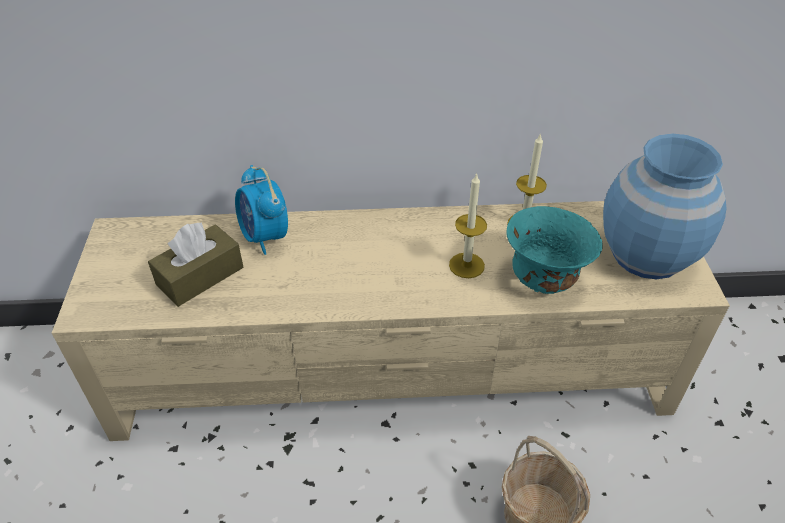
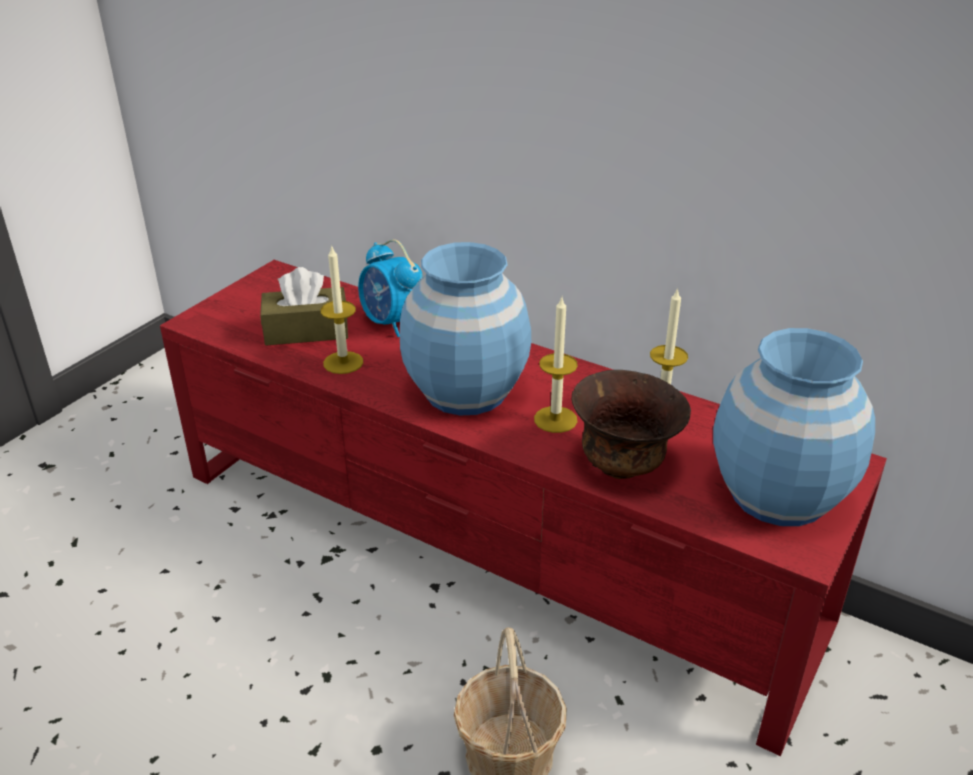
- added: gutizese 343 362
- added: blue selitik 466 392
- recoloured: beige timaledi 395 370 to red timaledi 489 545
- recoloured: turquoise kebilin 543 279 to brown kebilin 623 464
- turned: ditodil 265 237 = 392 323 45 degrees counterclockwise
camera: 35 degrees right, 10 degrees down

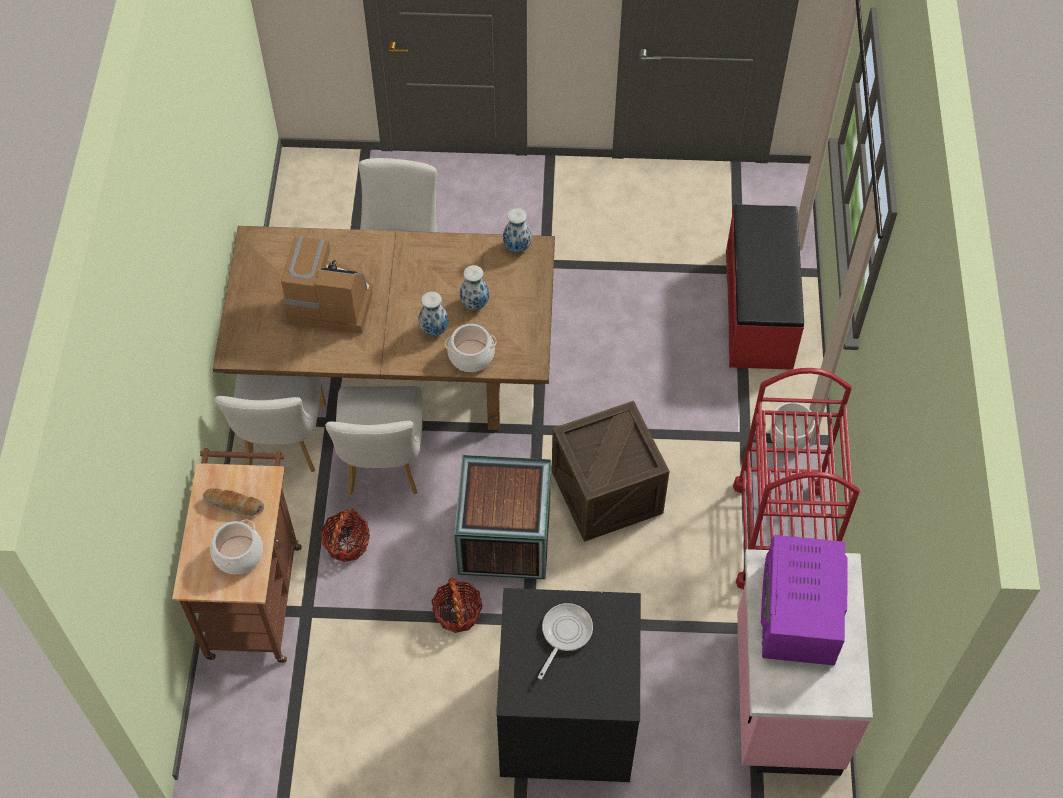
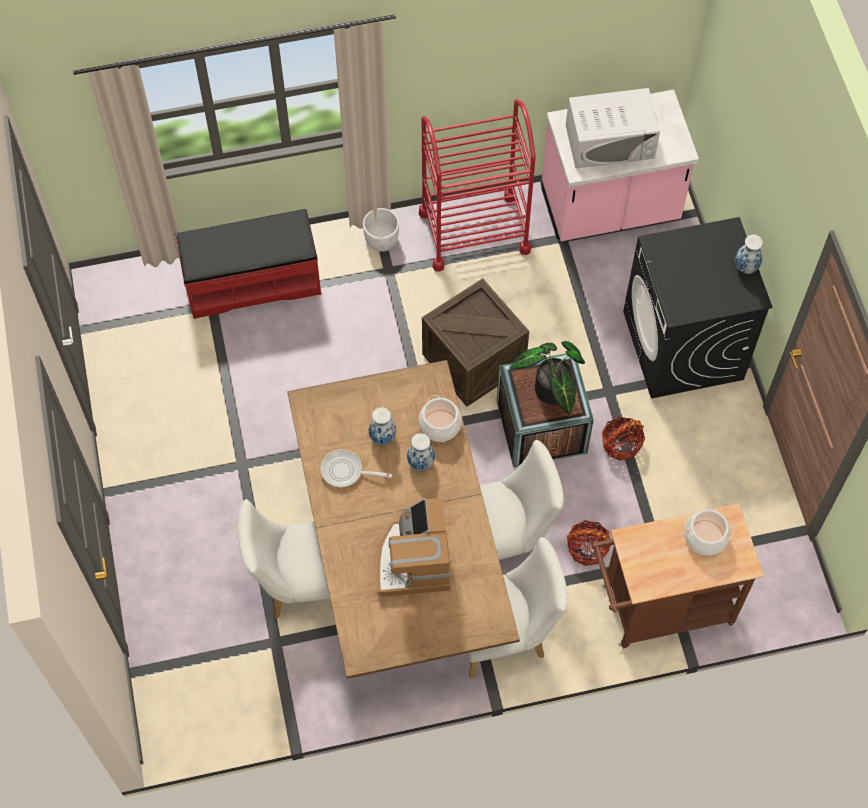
- removed: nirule 234 505
- added: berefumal 551 393
- moved: selitik 517 246 to 745 267
- moved: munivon 564 634 to 345 471
- recoloured: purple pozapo 799 613 to white pozapo 610 142
camera: 105 degrees left, 5 degrees up

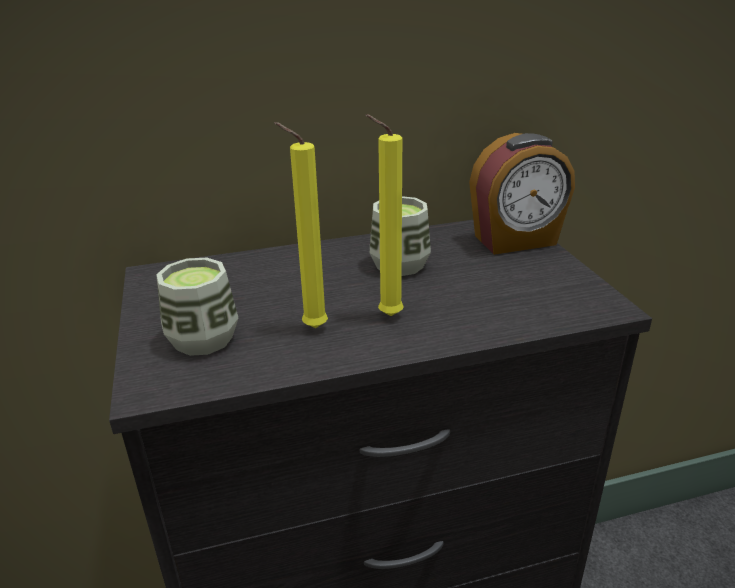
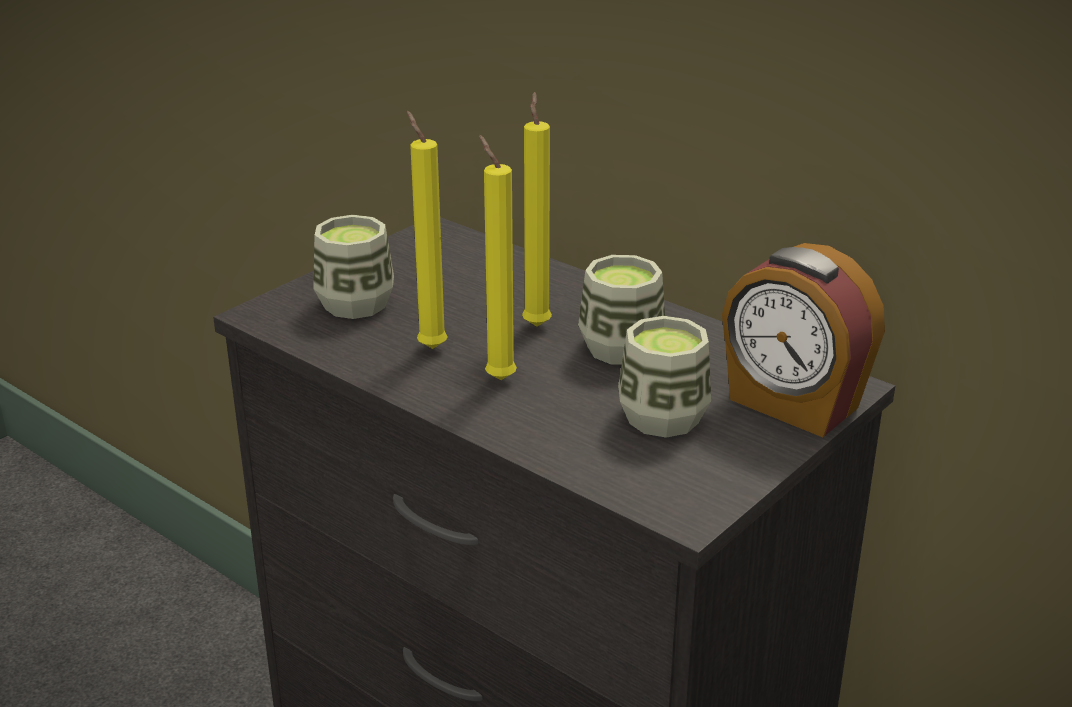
- added: yellow gutizese 536 324
- added: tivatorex 662 417
camera: 55 degrees right, 0 degrees up

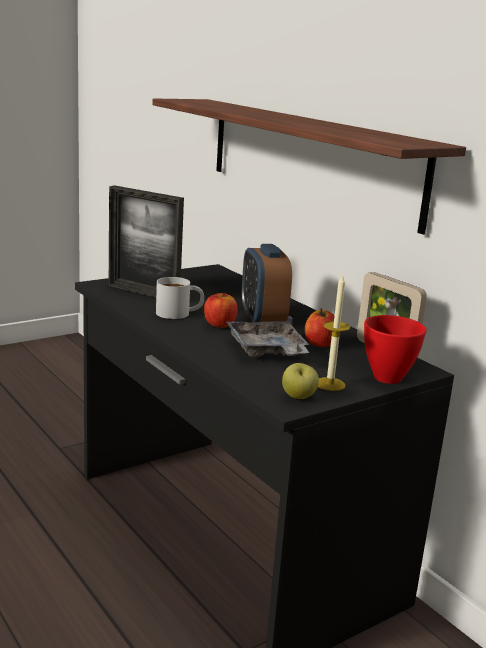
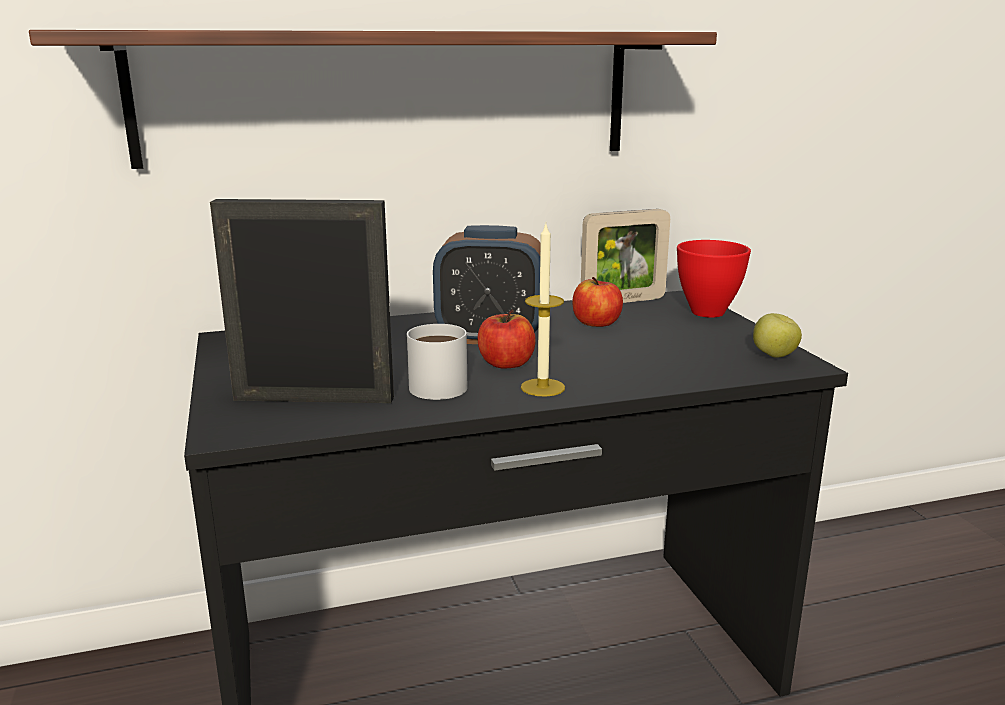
- removed: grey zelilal 267 351
- moved: gutizese 330 384 to 542 387
- turned: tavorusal 143 293 = 314 398 135 degrees counterclockwise
camera: 70 degrees left, 0 degrees up

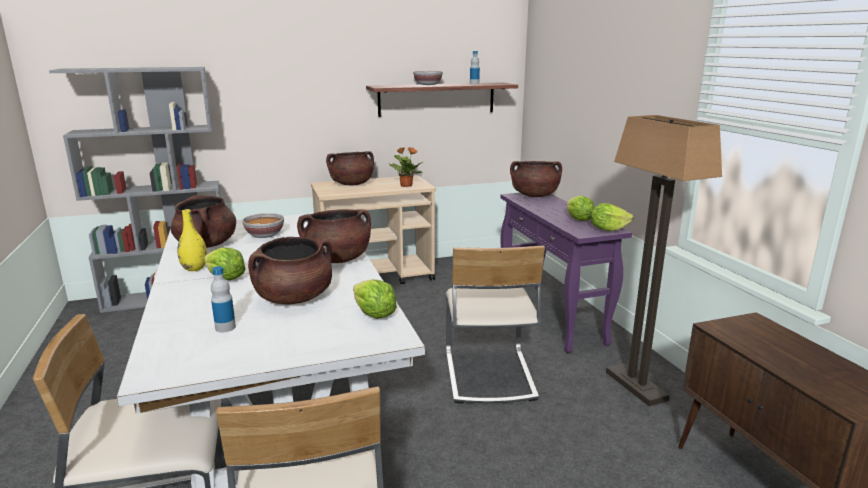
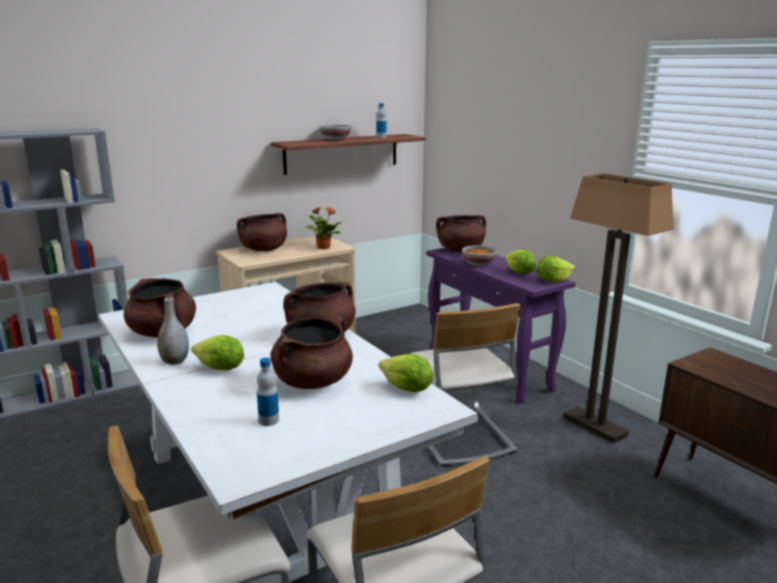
- moved: kebilin 265 235 to 478 264
- recoloured: yellow selitik 194 268 to grey selitik 175 361
camera: 15 degrees left, 0 degrees up

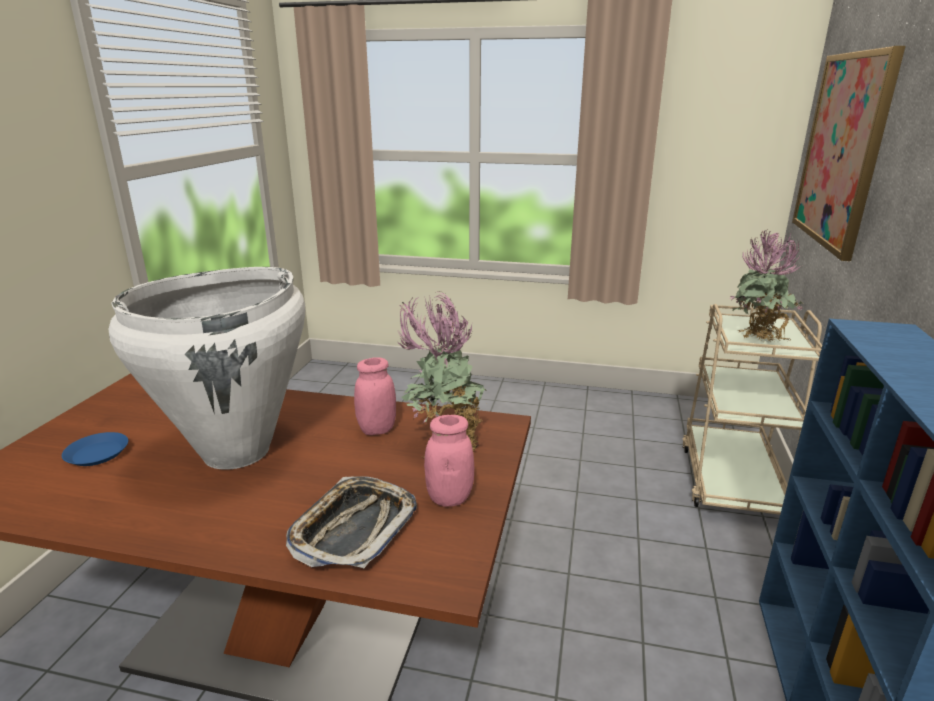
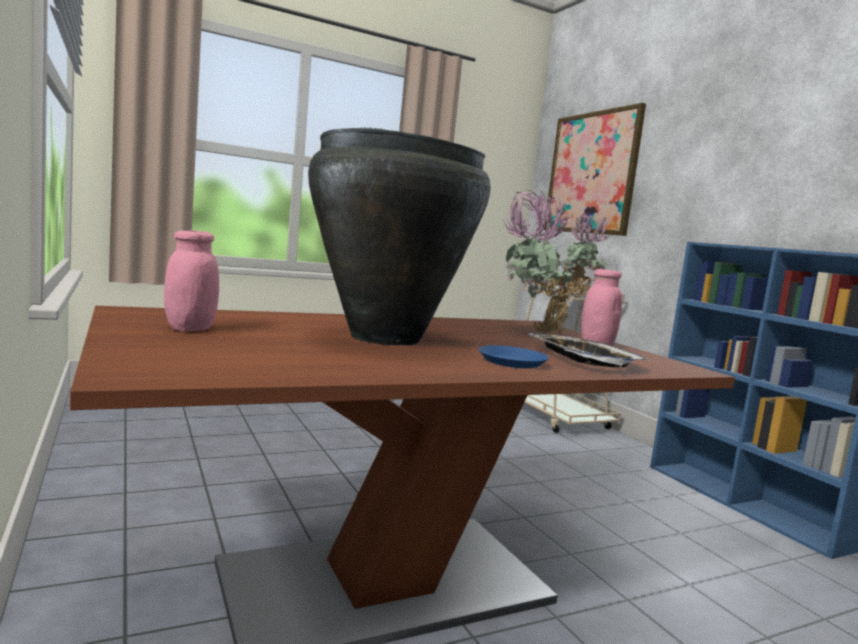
- moved: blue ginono 97 454 to 512 362
- moved: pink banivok 377 429 to 190 329
- recoloured: white selitik 236 452 to black selitik 385 338
camera: 40 degrees left, 15 degrees down

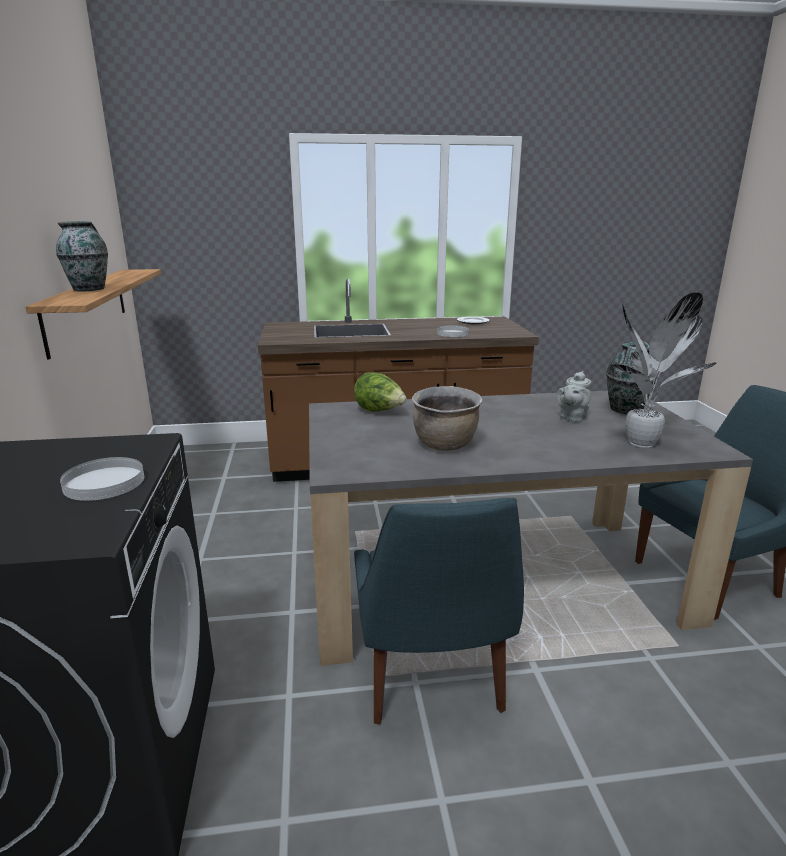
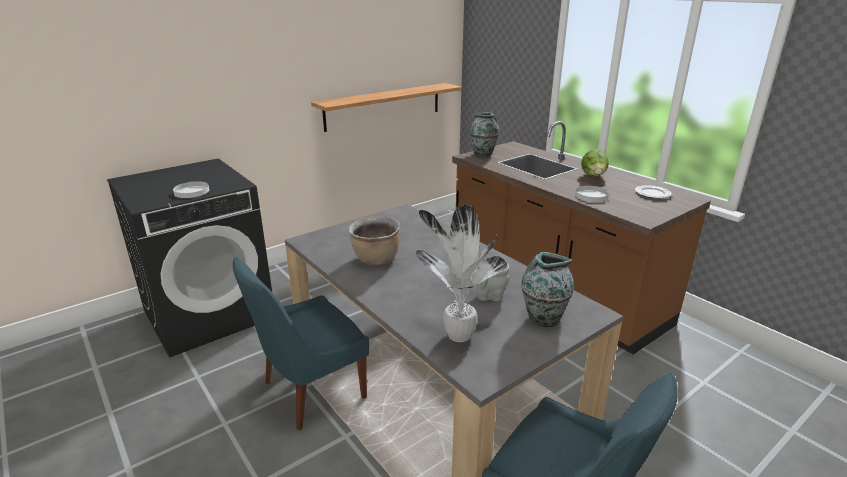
- moved: selitik 89 289 to 483 154
- moved: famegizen 379 411 to 593 177
camera: 60 degrees right, 5 degrees up

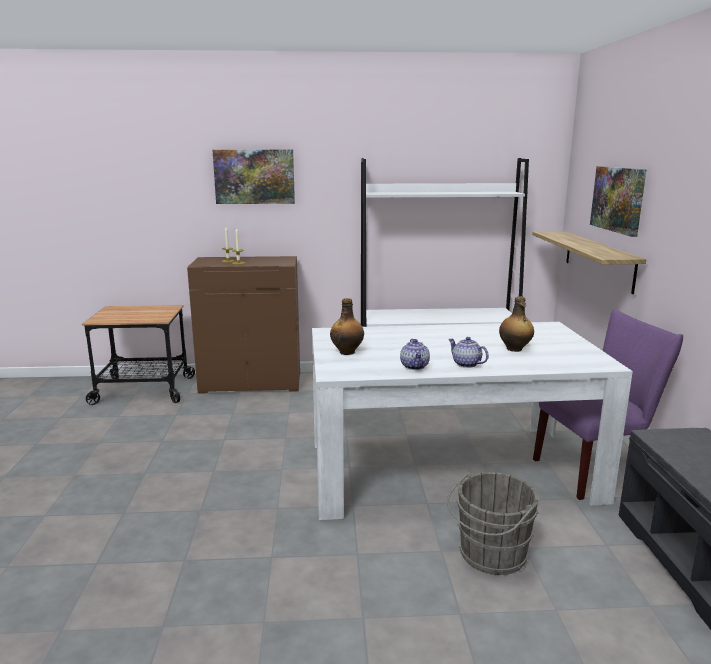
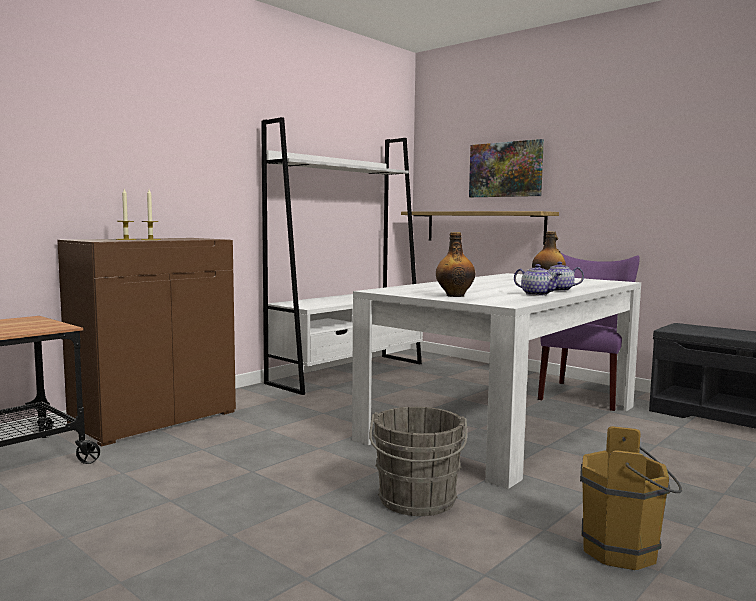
- removed: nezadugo 254 176
- added: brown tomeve 625 552
- moved: grey tomeve 489 555 to 416 501
camera: 45 degrees left, 10 degrees down

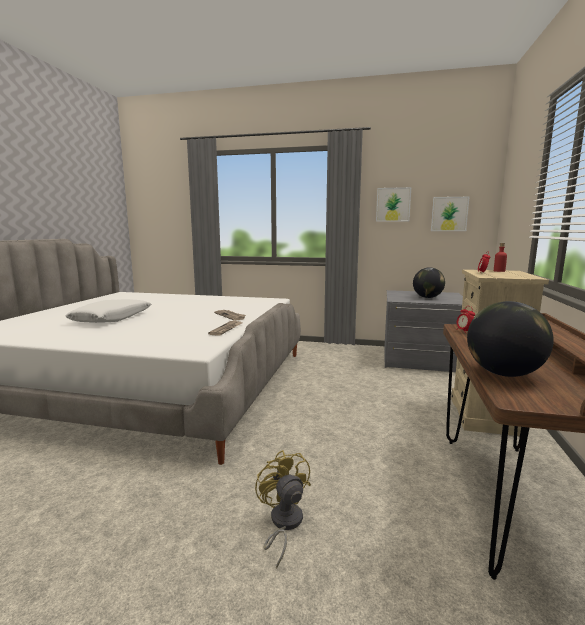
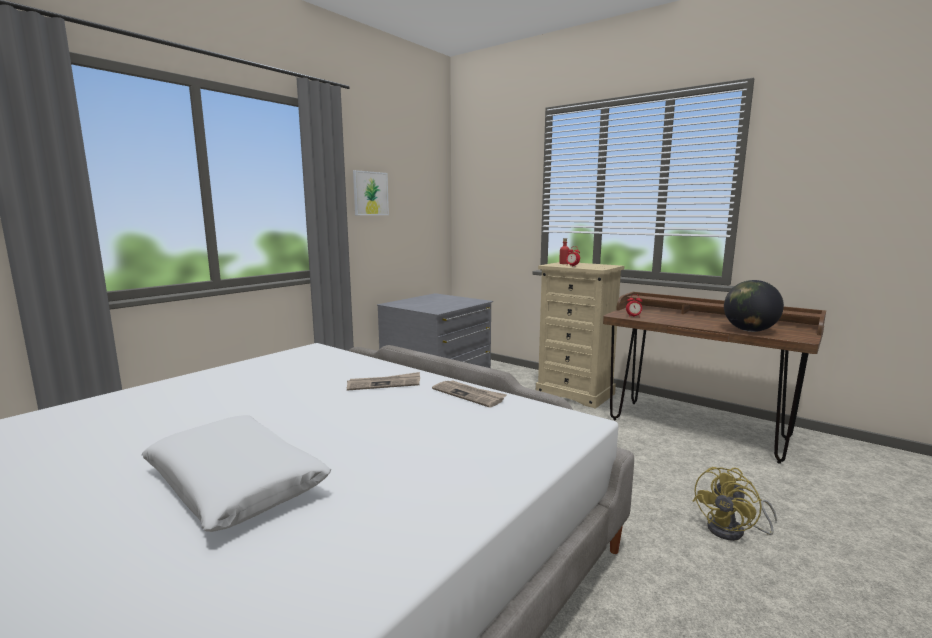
- removed: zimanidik 427 297
- removed: nezadugo 449 214
- turned: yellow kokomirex 283 524 = 733 531 45 degrees counterclockwise
camera: 65 degrees left, 0 degrees up

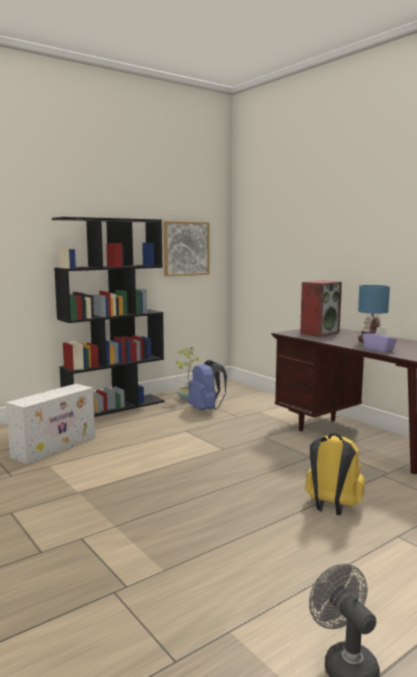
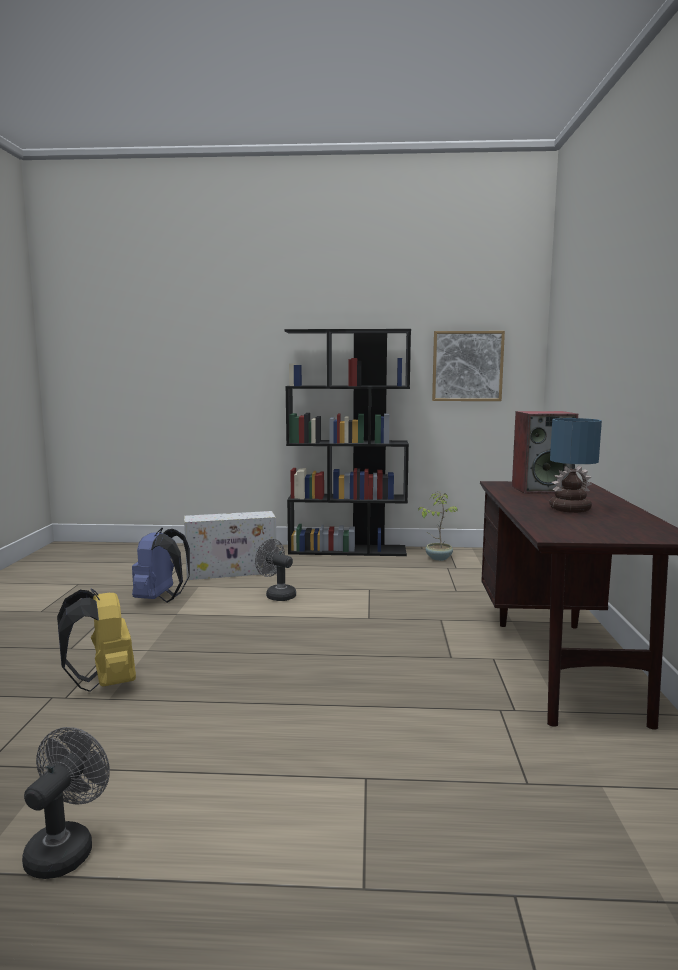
- removed: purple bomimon 379 350
- added: grey kokomirex 277 595
- moved: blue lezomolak 206 409 to 160 599
- moved: yellow lezomolak 331 508 to 104 683
camera: 40 degrees right, 0 degrees up

